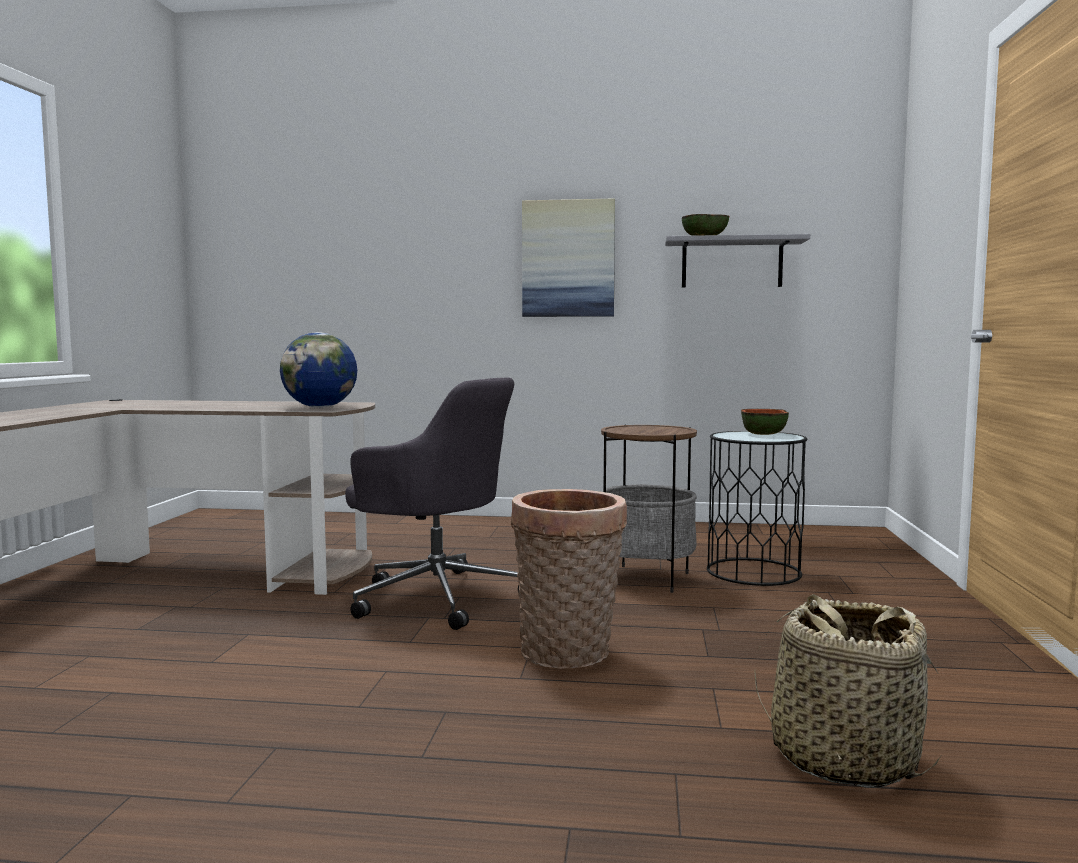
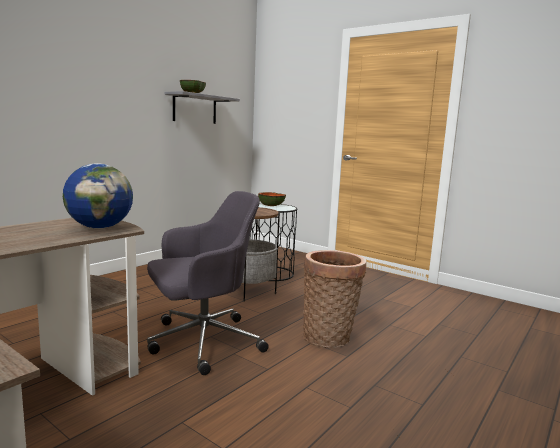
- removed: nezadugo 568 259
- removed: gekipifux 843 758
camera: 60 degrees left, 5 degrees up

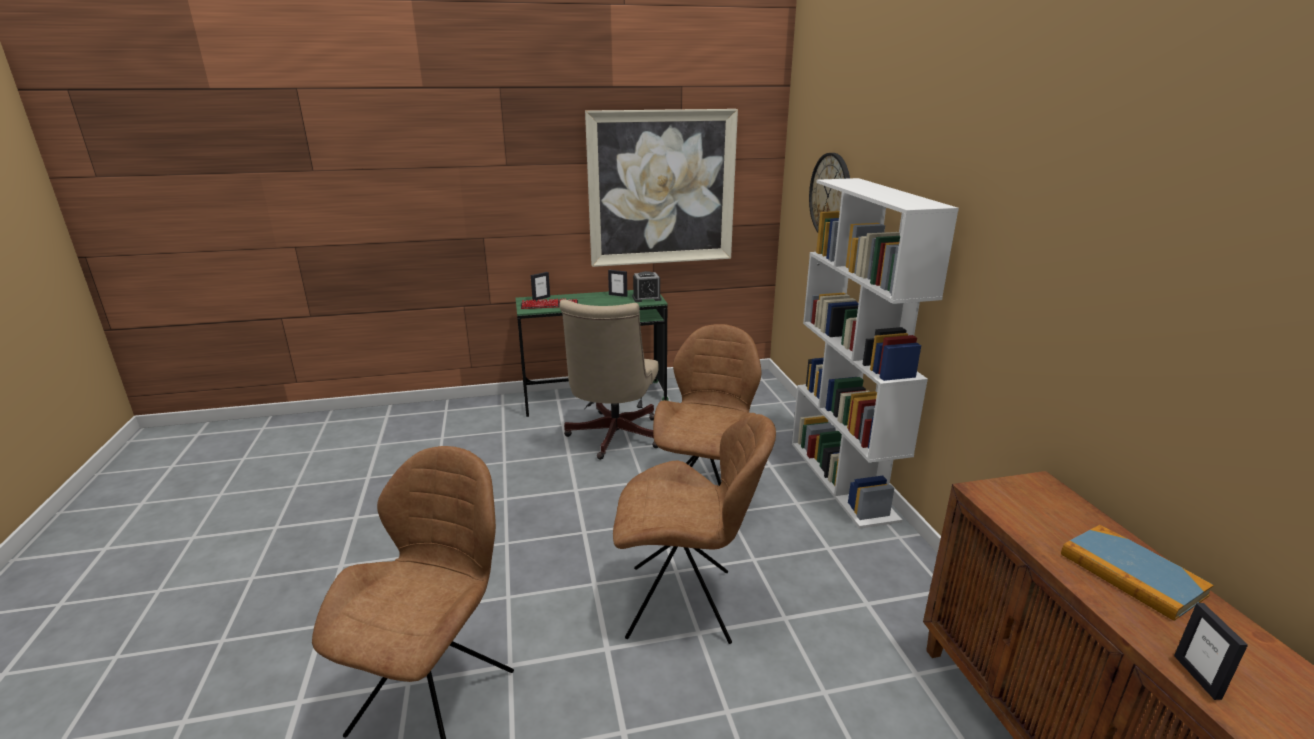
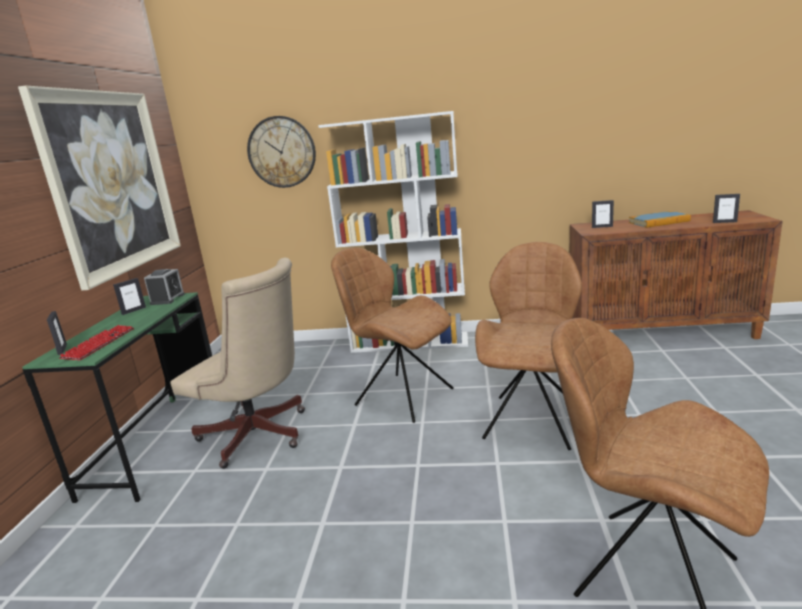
- added: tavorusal 602 227
camera: 70 degrees left, 5 degrees down

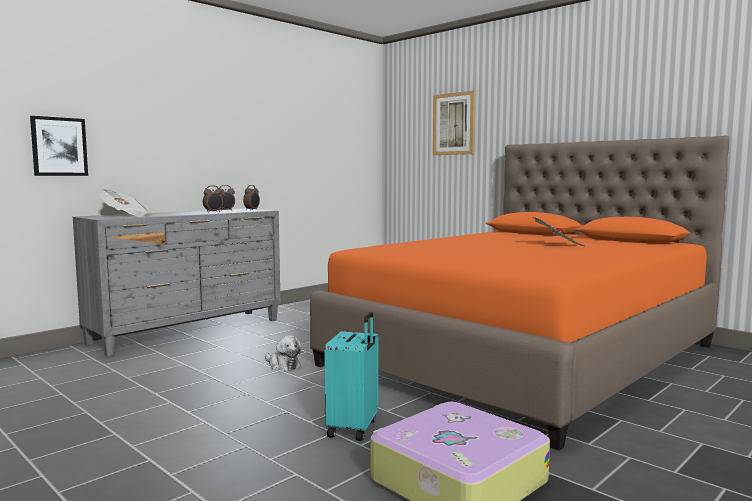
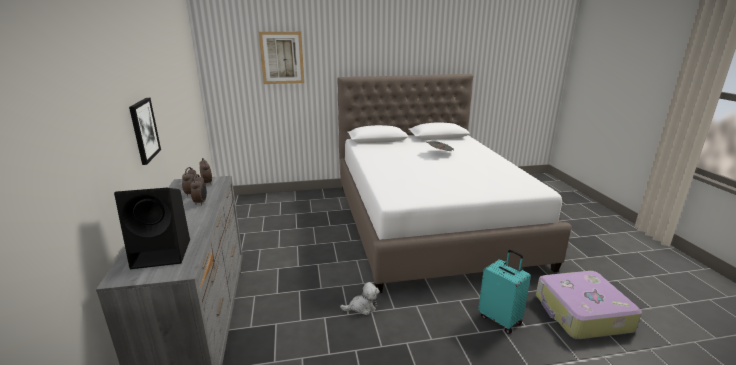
- moved: nezadugo 59 146 to 144 130
- replaced: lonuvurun 125 216 to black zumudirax 163 253
- recoloured: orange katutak 524 355 to white katutak 429 222
camera: 55 degrees left, 15 degrees up

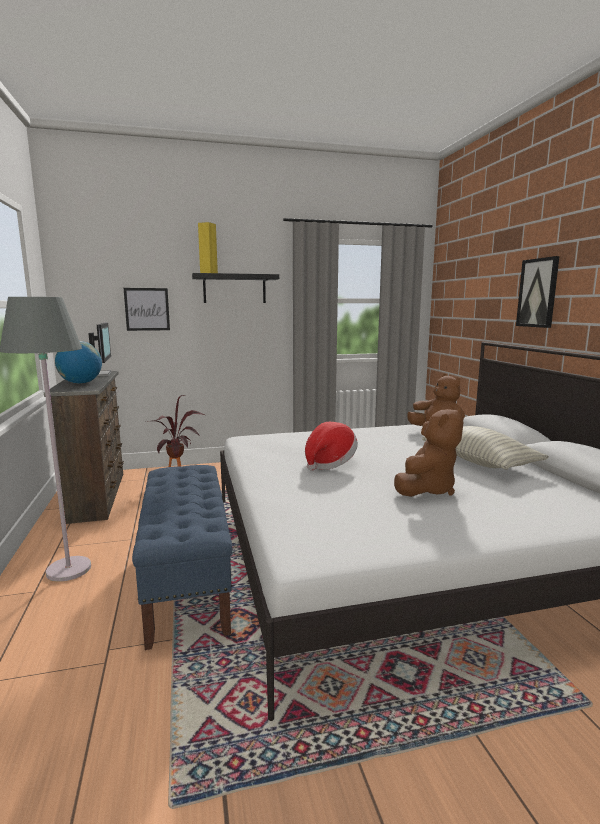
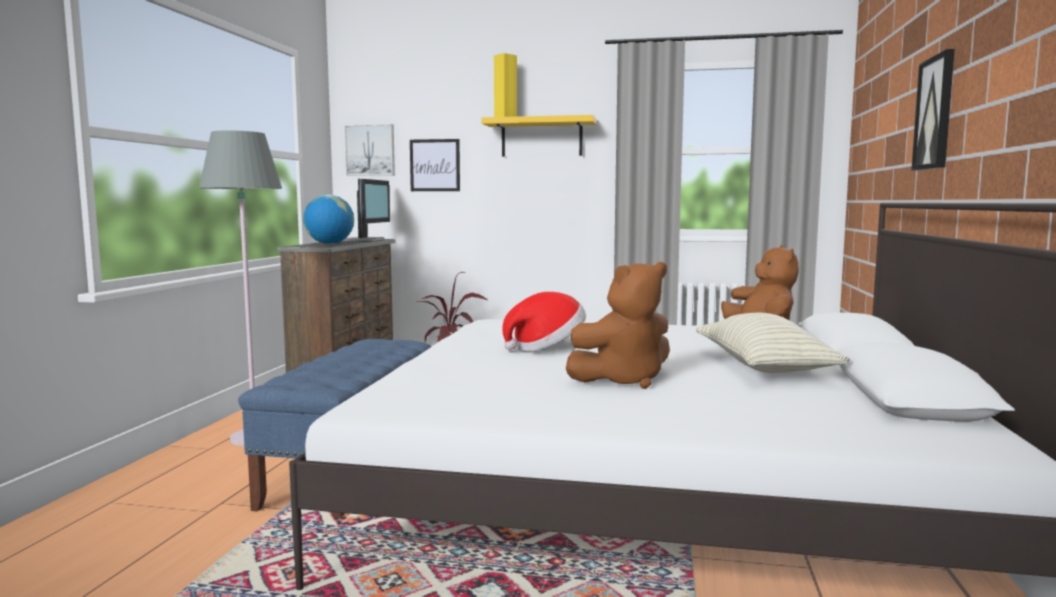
- added: nezadugo 370 150
- recoloured: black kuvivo 234 289 to yellow kuvivo 541 137
camera: 25 degrees right, 5 degrees down

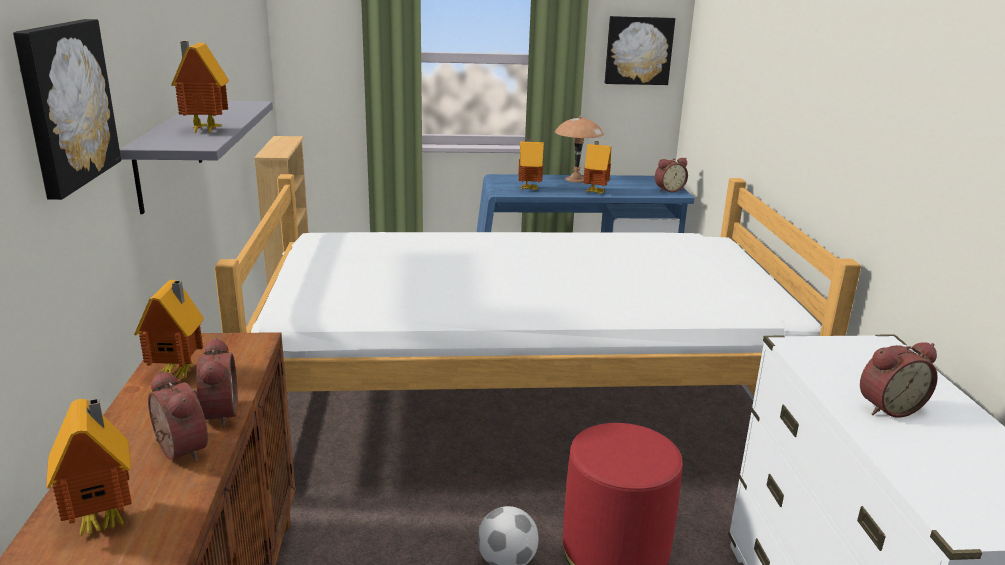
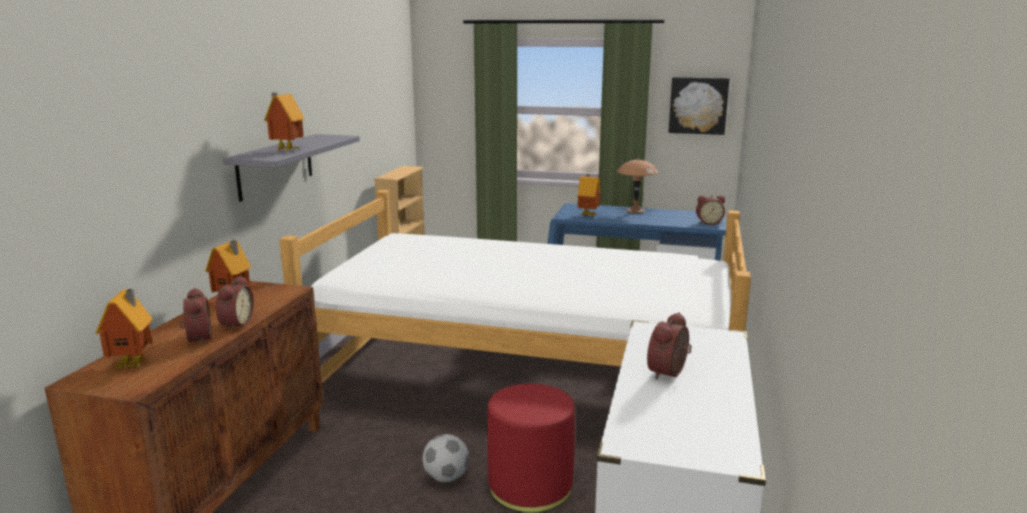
- removed: nezadugo 65 104
- removed: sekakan 595 192
- turned: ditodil 887 407 = 670 373 120 degrees clockwise
camera: 20 degrees right, 5 degrees down

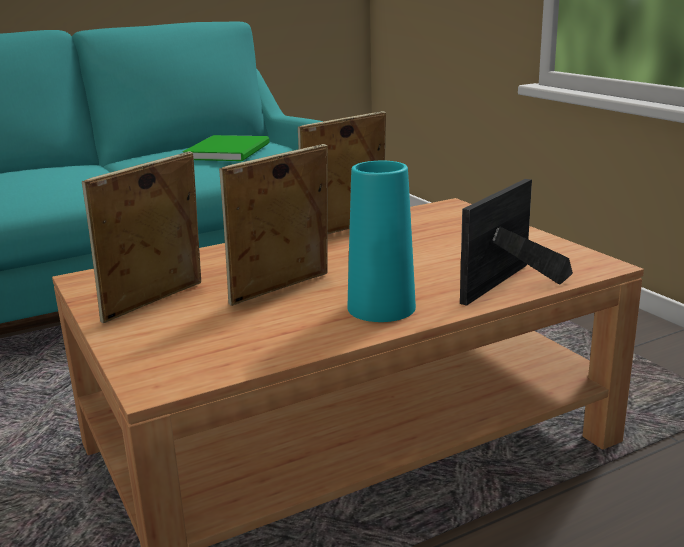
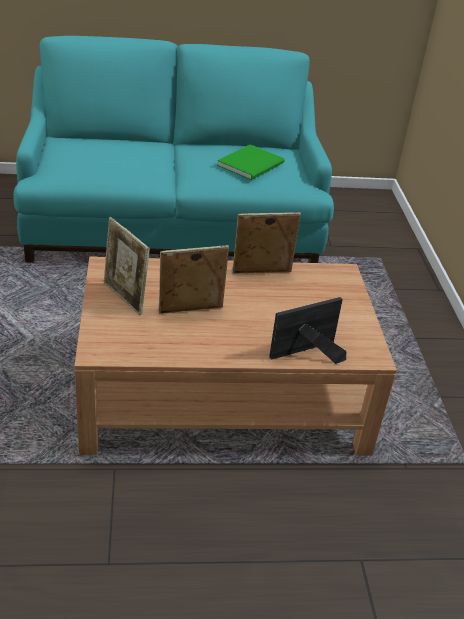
- removed: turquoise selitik 381 307
- turned: tavorusal 155 304 = 125 298 105 degrees counterclockwise
camera: 20 degrees right, 15 degrees up

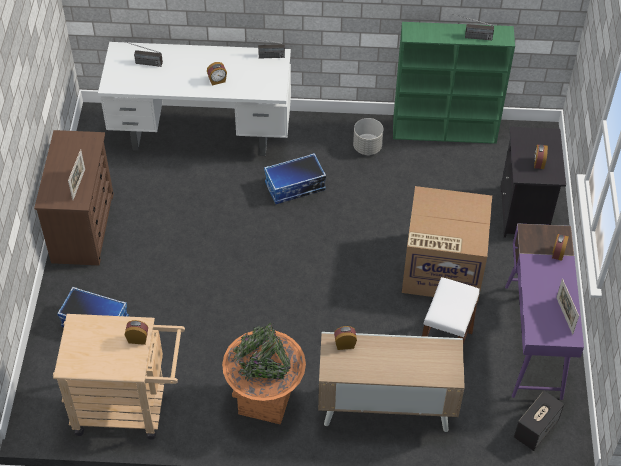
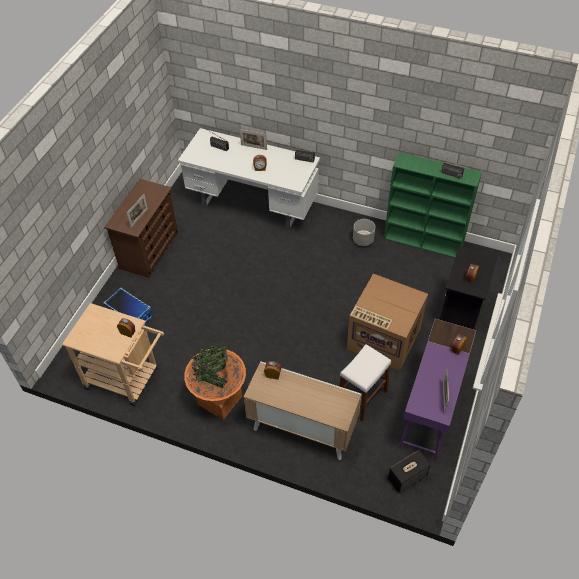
- removed: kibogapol 295 187
- added: tavorusal 254 147
camera: 20 degrees right, 0 degrees up

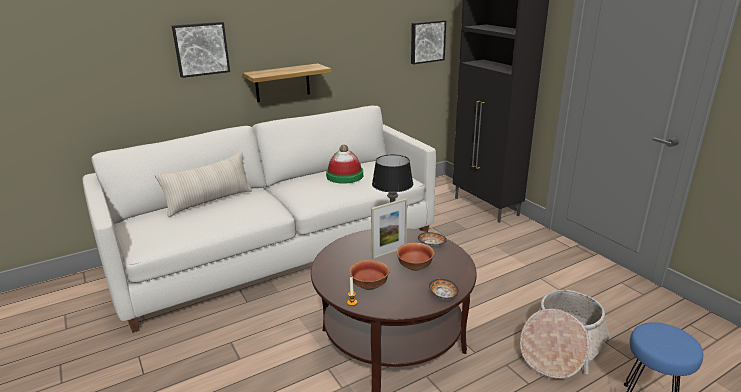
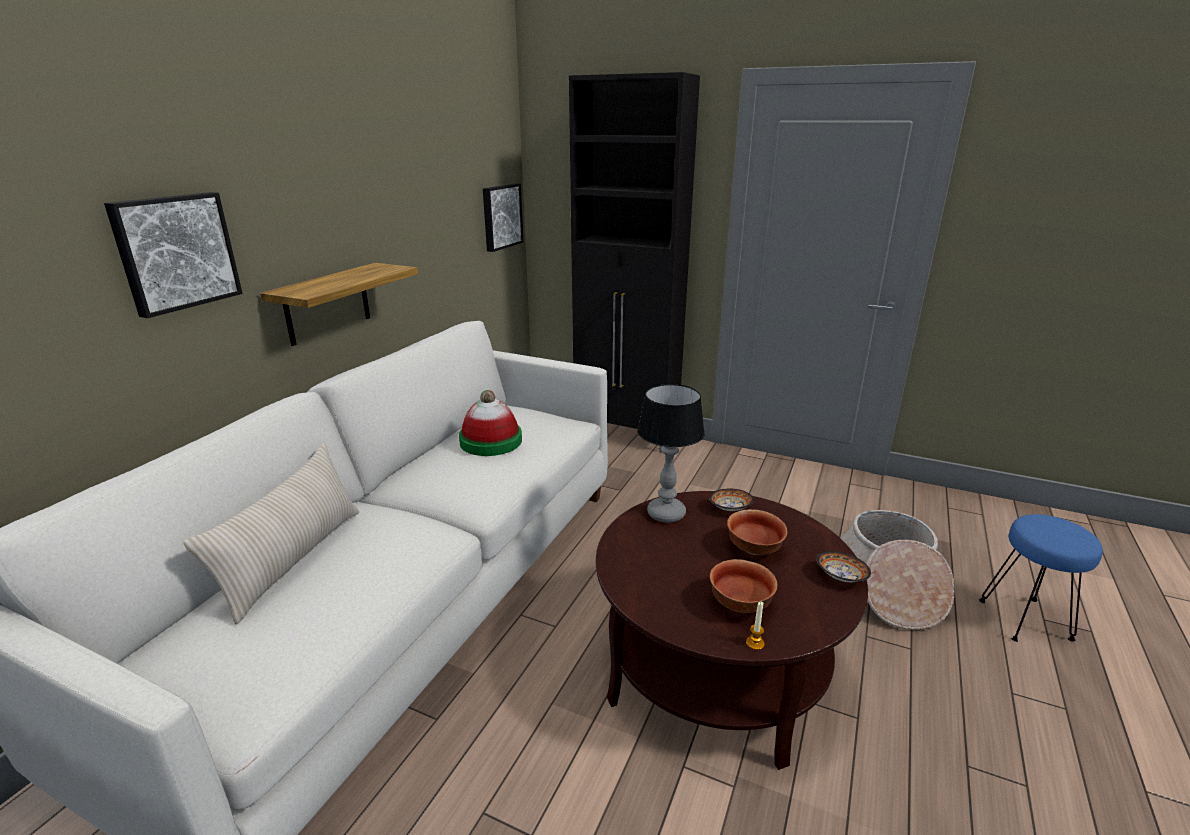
- removed: tavorusal 389 253
camera: 35 degrees left, 0 degrees up

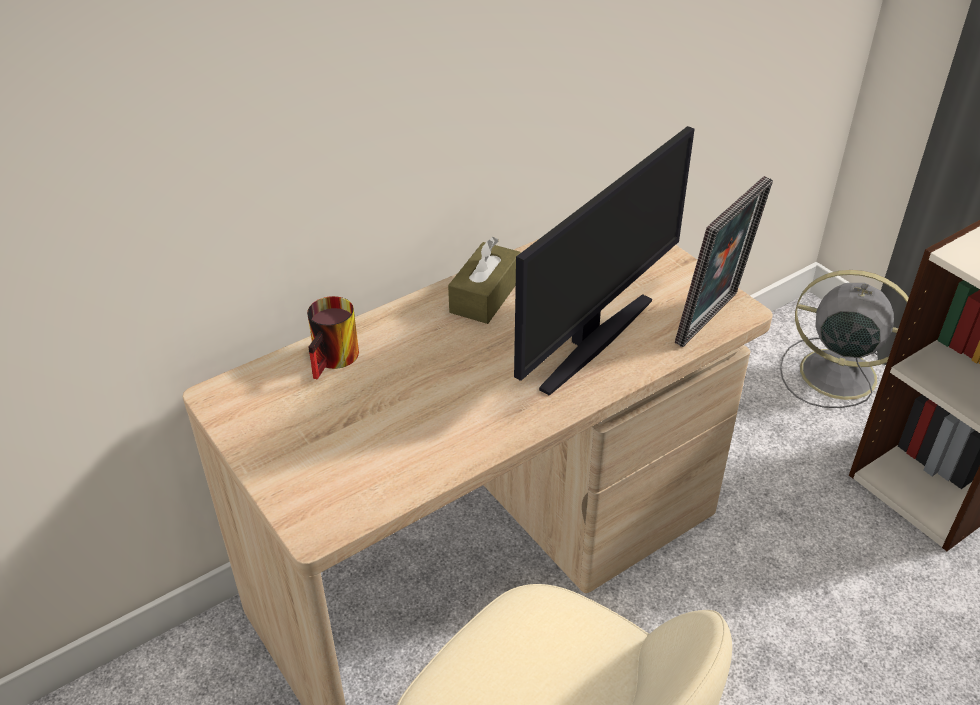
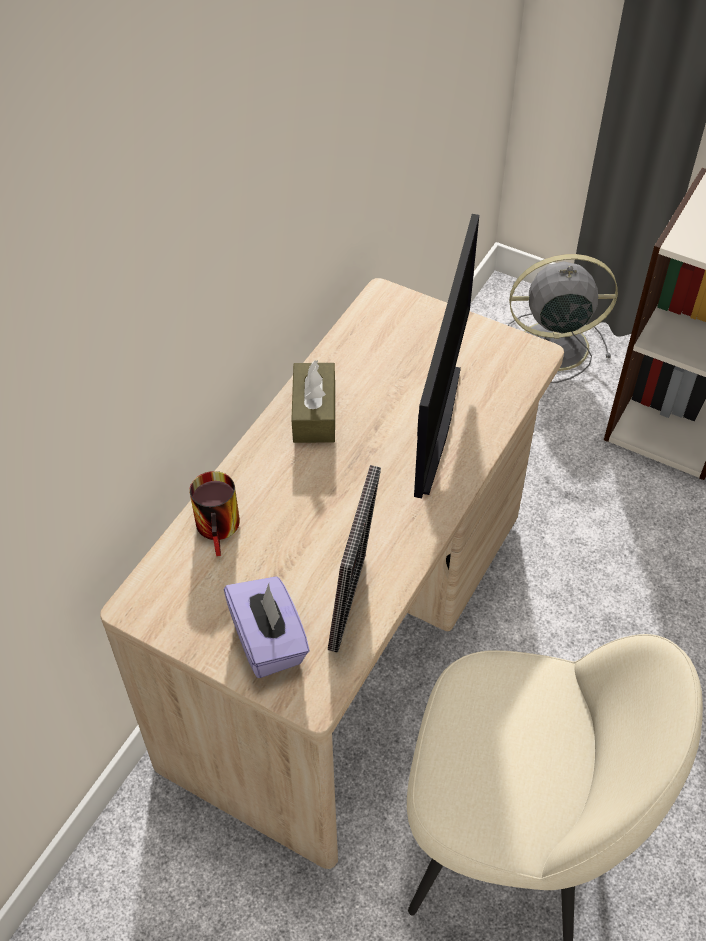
- added: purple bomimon 269 641
- moved: tavorusal 712 320 to 354 604
camera: 25 degrees left, 10 degrees up

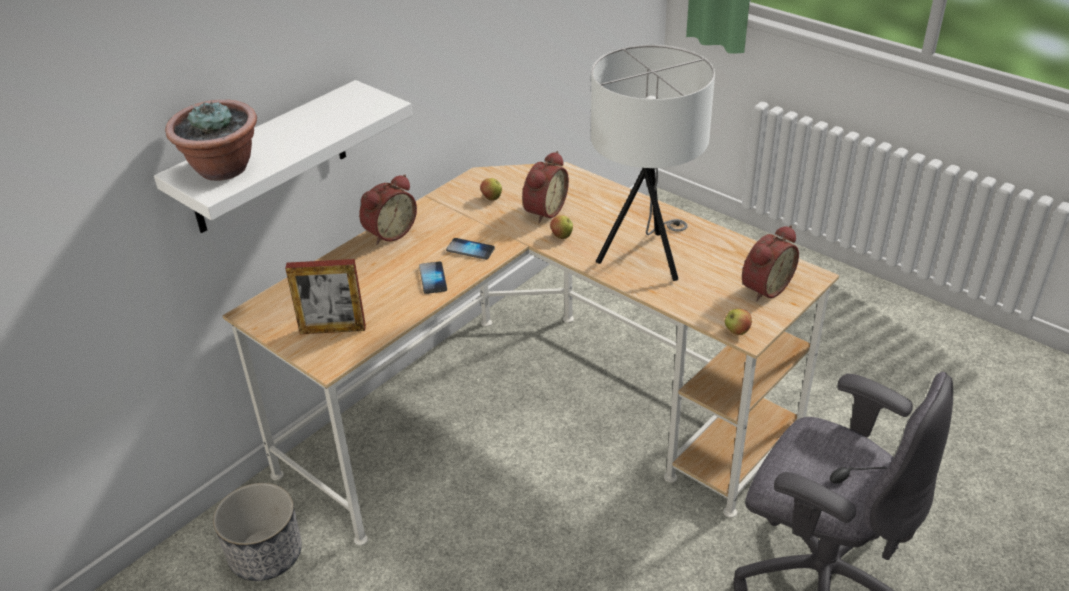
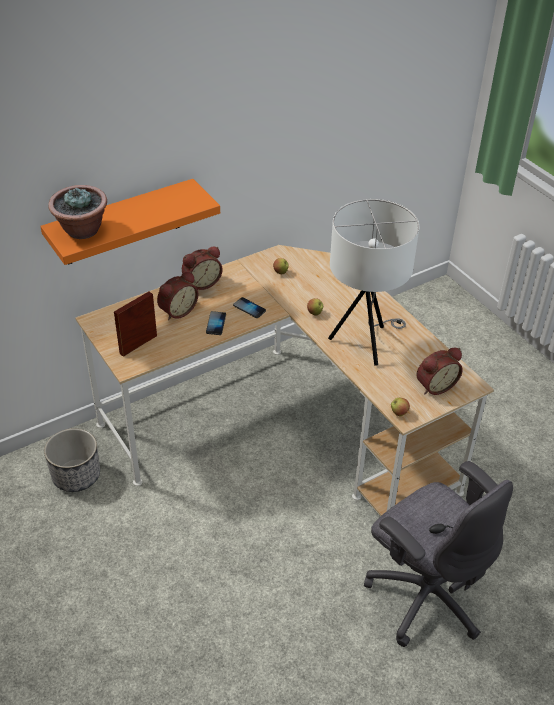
- moved: ditodil 543 211 to 177 311
- recoloured: white kuvivo 268 158 to orange kuvivo 122 223
- turned: tavorusal 332 329 = 138 344 120 degrees clockwise
camera: 15 degrees right, 5 degrees up

